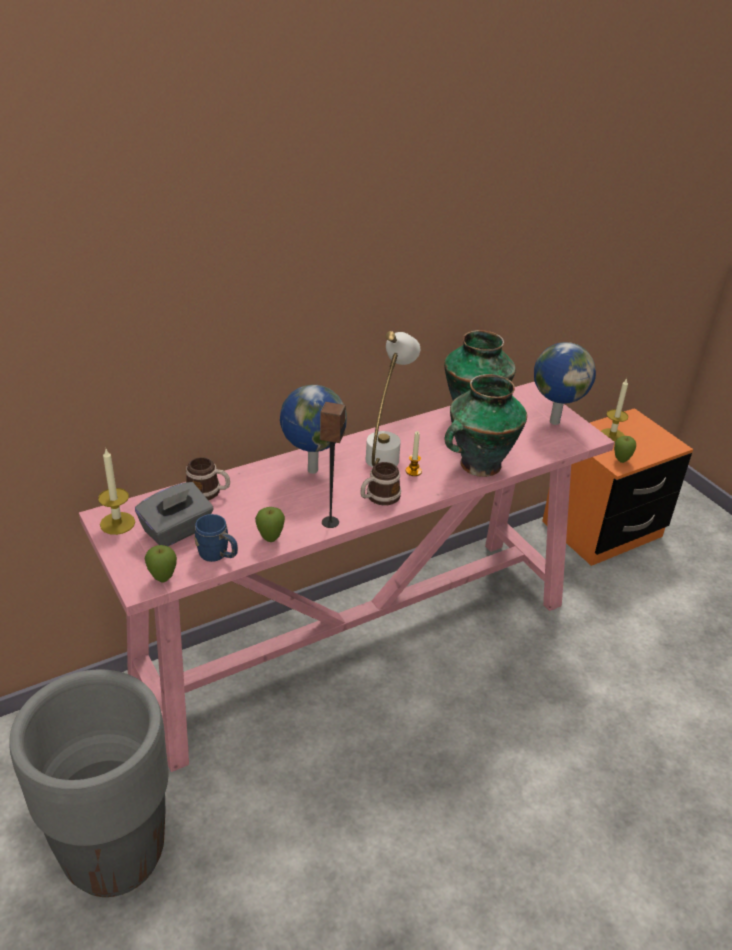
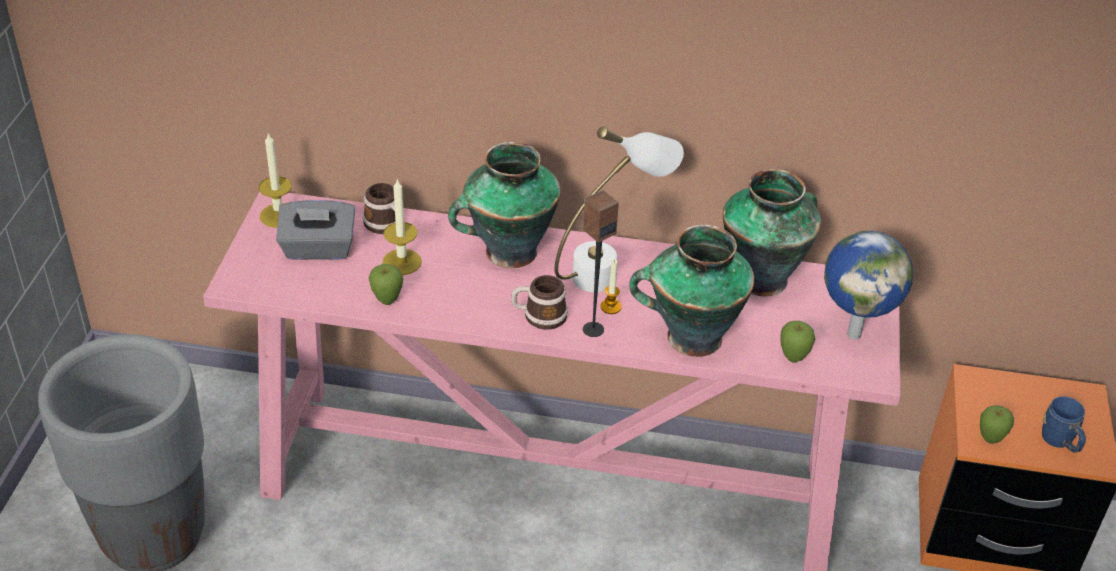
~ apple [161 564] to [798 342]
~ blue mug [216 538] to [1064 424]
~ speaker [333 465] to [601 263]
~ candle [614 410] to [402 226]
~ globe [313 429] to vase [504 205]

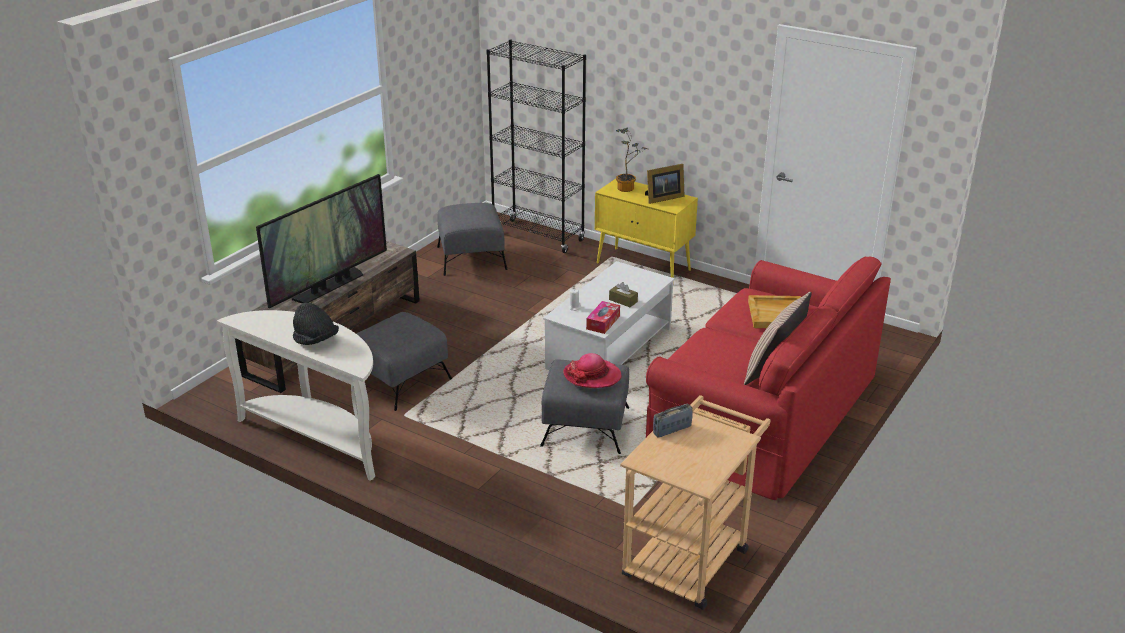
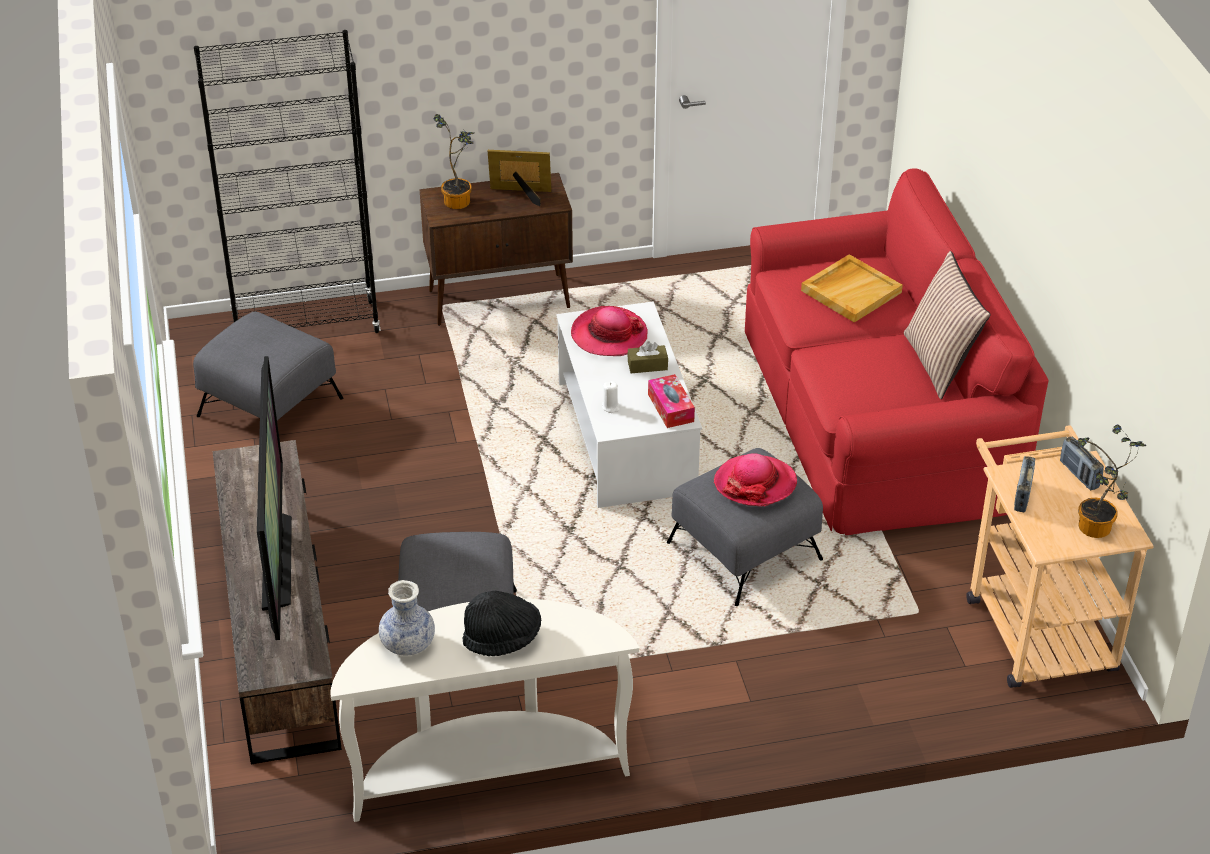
+ vase [407 618]
+ hat [609 331]
+ radio [1082 463]
+ potted plant [1111 481]
~ yellow cabinet [646 228] to brown cabinet [496 249]
~ picture frame [665 184] = [520 178] 105 degrees counterclockwise

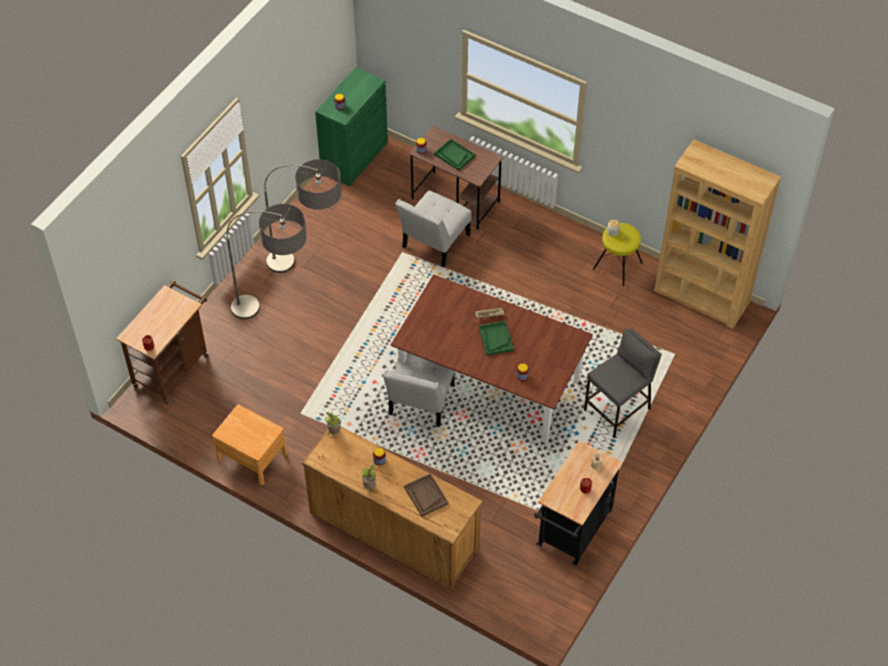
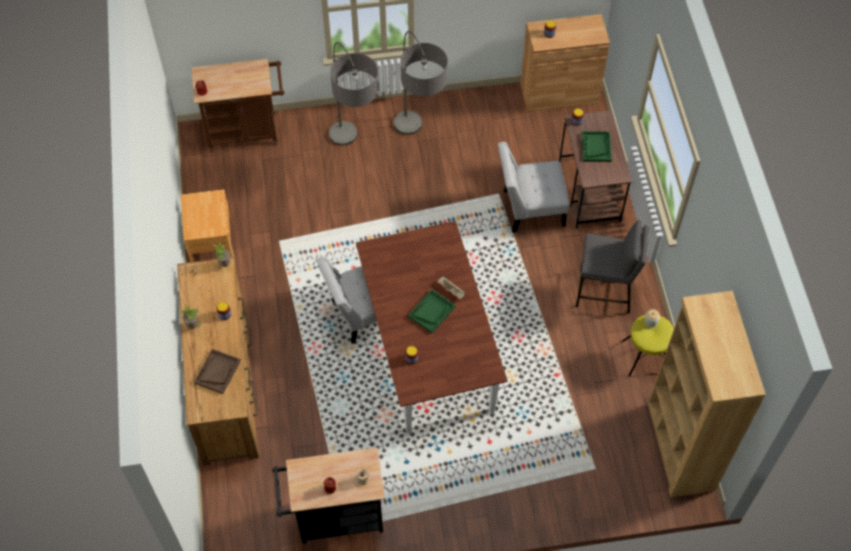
~ grey stool [623 383] to [612 267]
~ green cabinet [351 126] to brown cabinet [565 63]

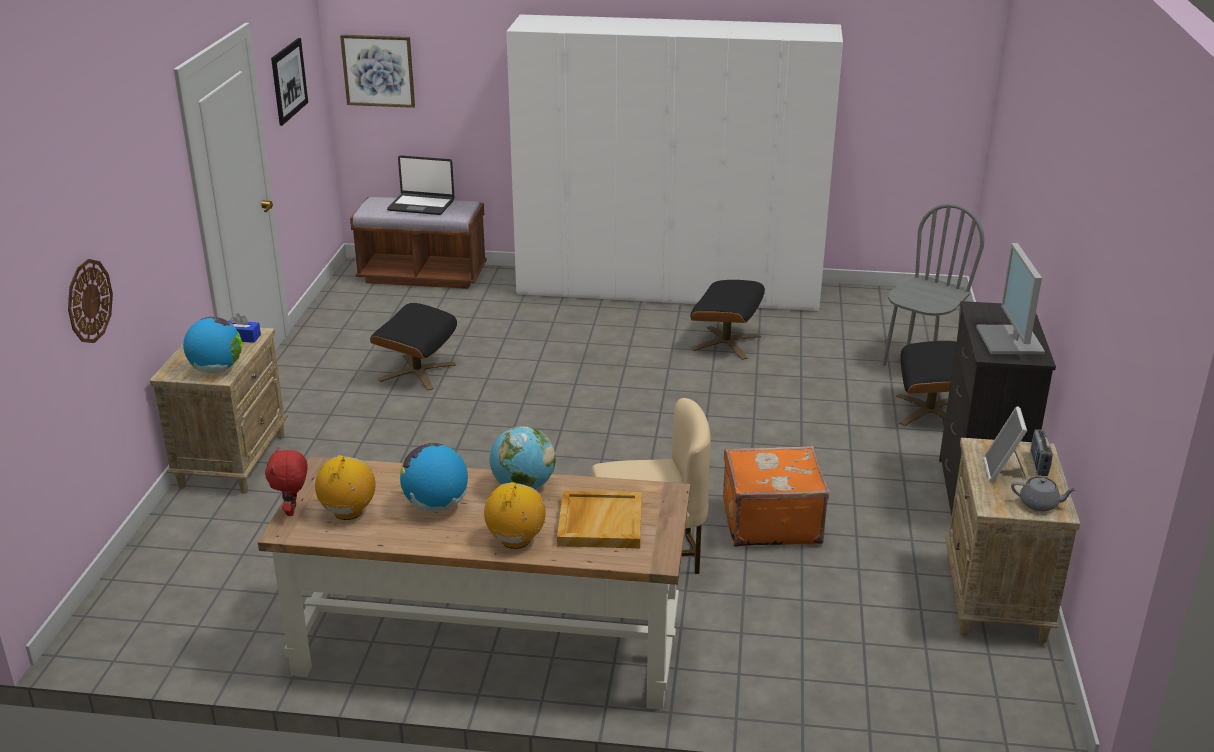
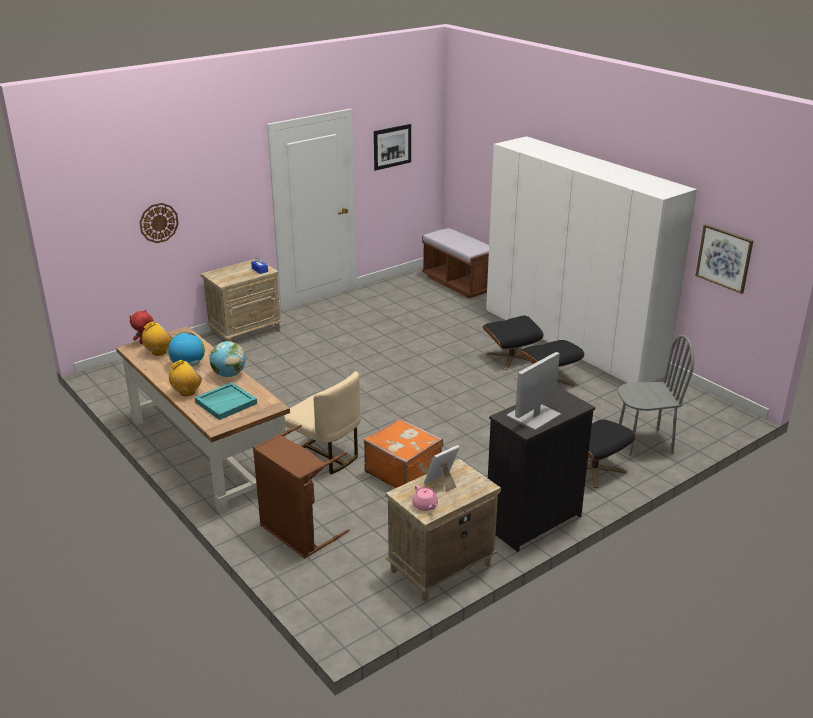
- globe [212 345]
- laptop [420 185]
- radio [1042 452]
+ brown laundry basket [301 492]
~ picture [377 71] to [724 259]
~ black ottoman [413 347] to [513 343]
~ beige tray [599 519] to turquoise tray [226 401]
~ grey teapot [1044 494] to pink teapot [425 498]

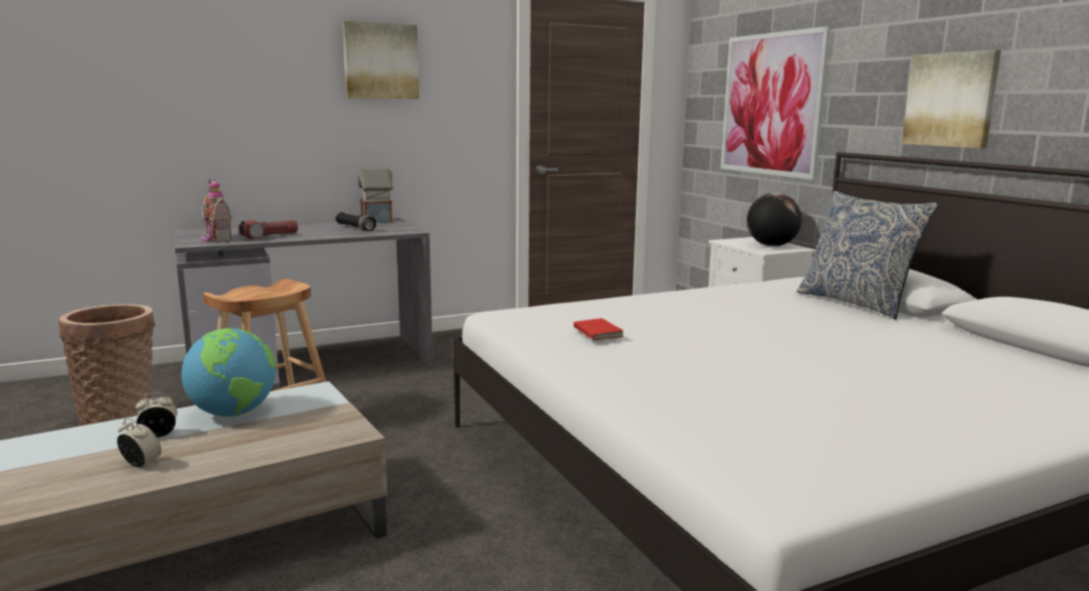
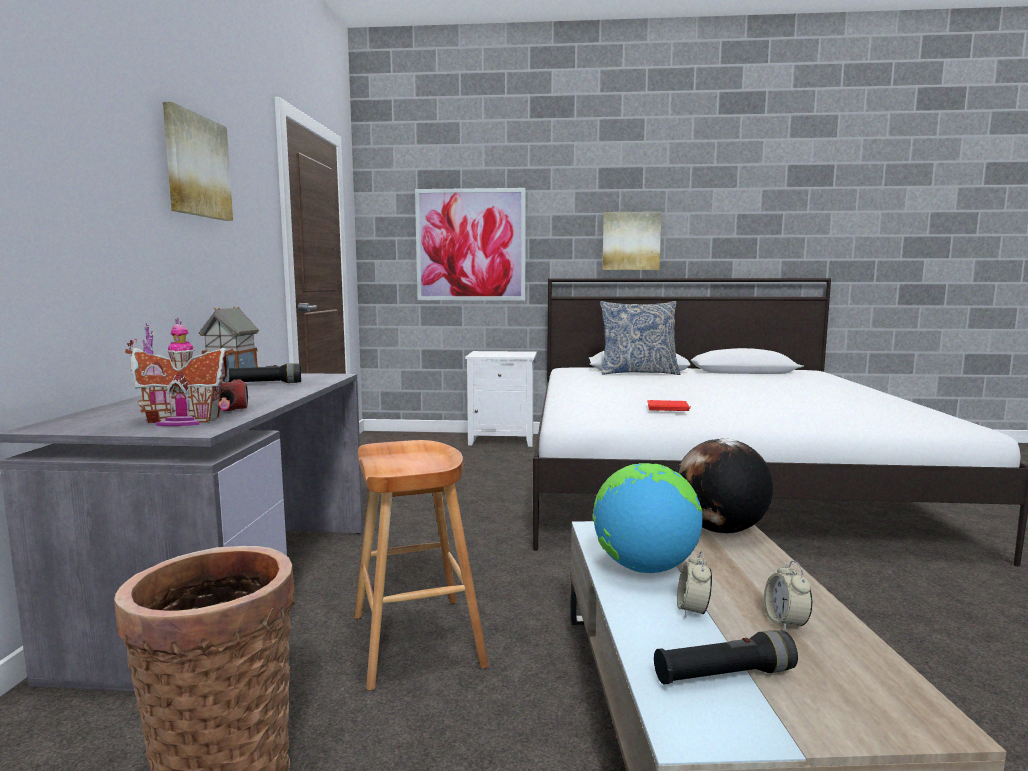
+ black flashlight [726 657]
~ globe [774 220] to [725 486]
~ alarm clock [139 442] = [788 596] 60 degrees counterclockwise

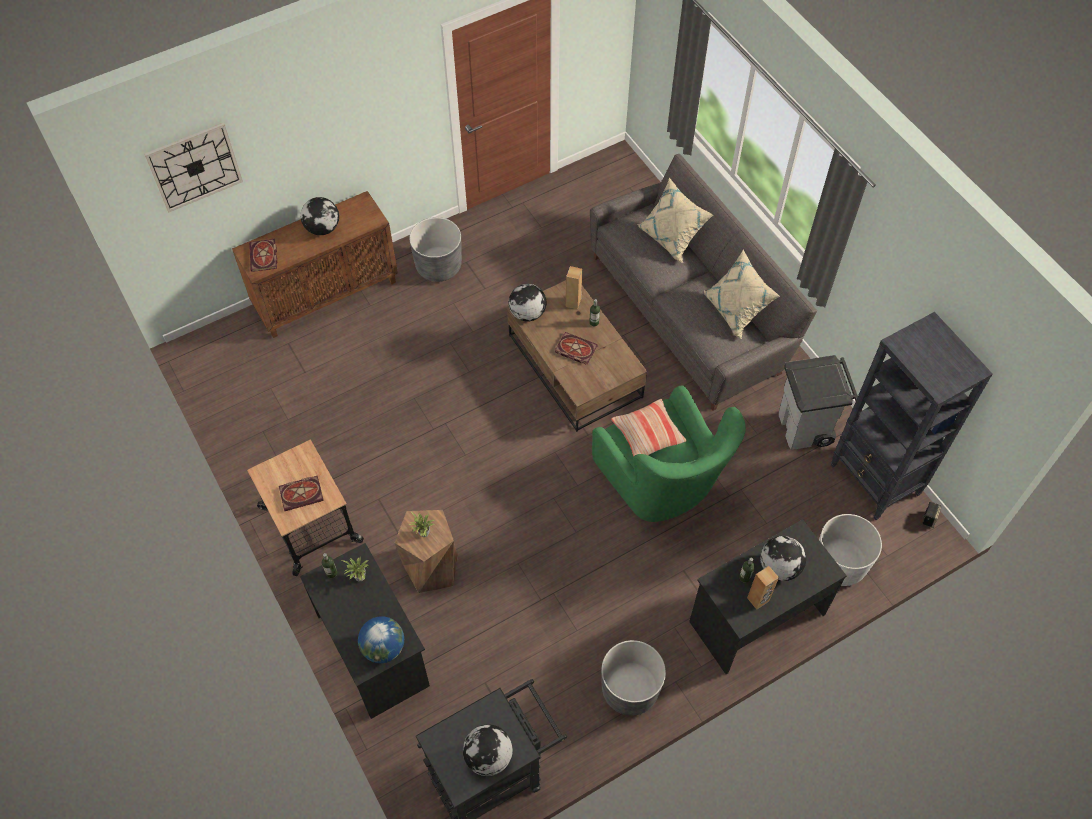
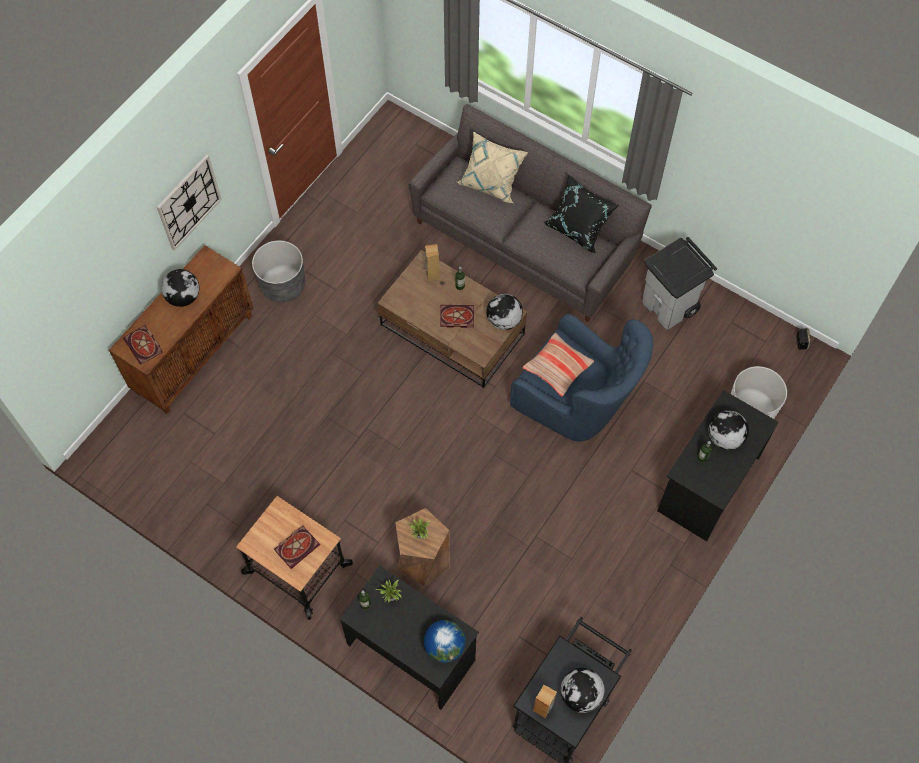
- grey planter [633 678]
- black bookcase [912 416]
~ wall clock [193 167] to [189 202]
~ globe [528 302] to [504 312]
~ brown speaker [763 588] to [545 701]
~ green armchair [669 453] to blue armchair [581 378]
~ beige pillow [742 294] to black pillow [581 213]

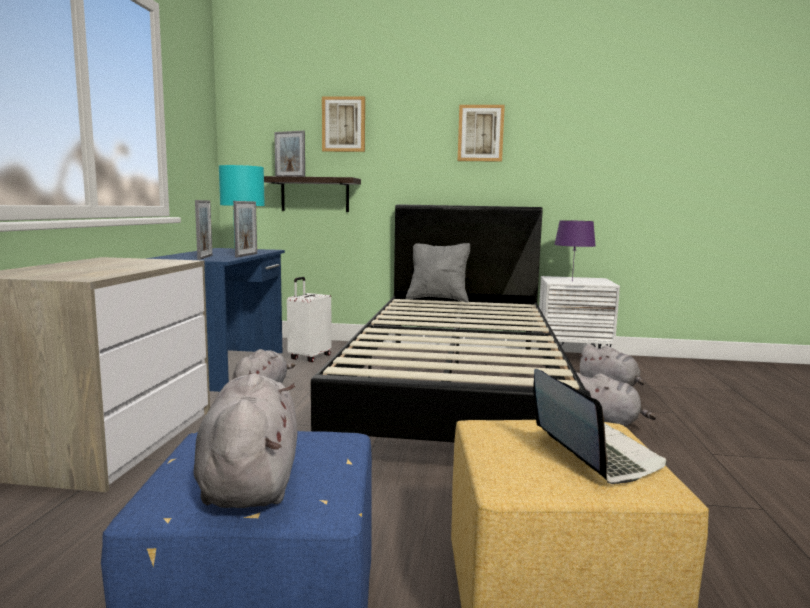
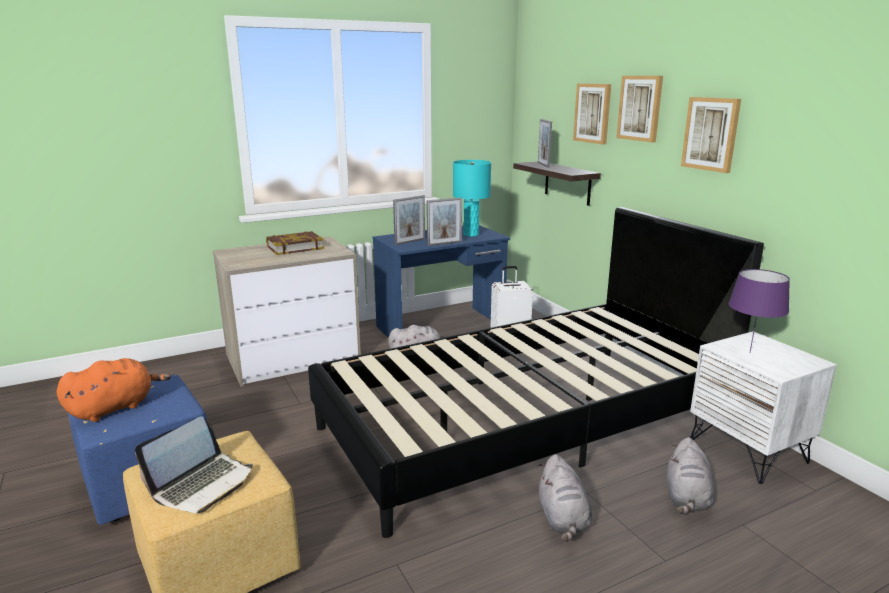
- grey pillow [438 273]
+ book [295 243]
+ picture [639 109]
~ grey plush toy [245 440] to orange plush toy [113 390]

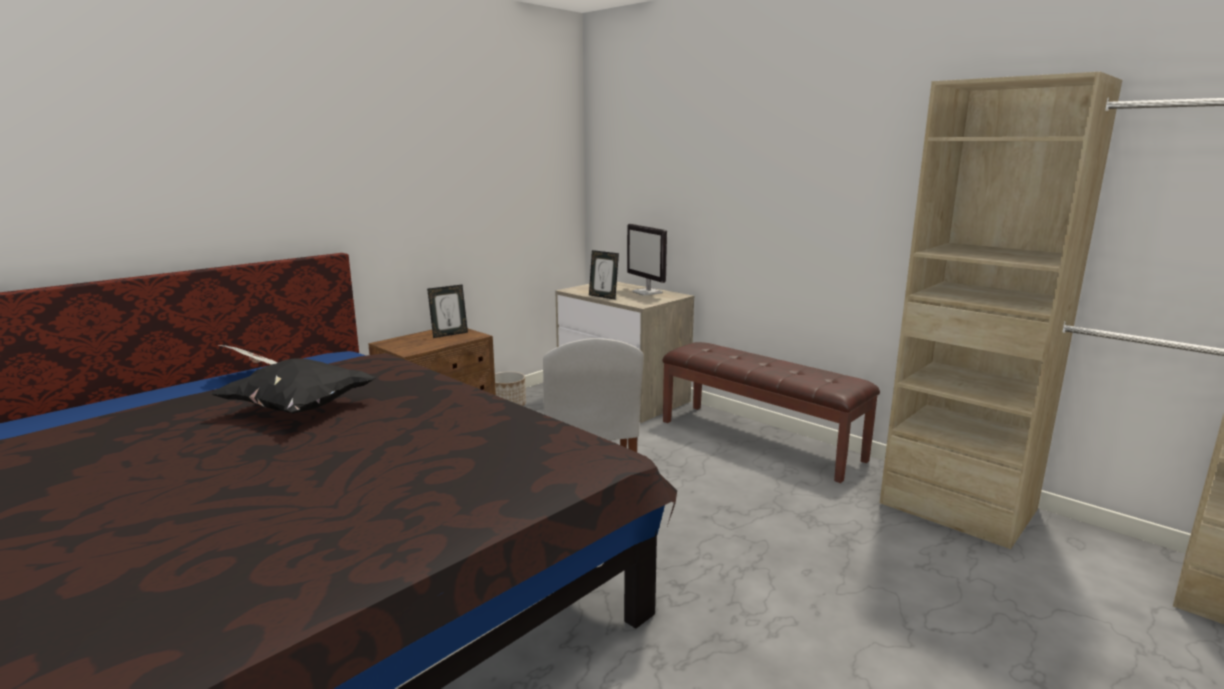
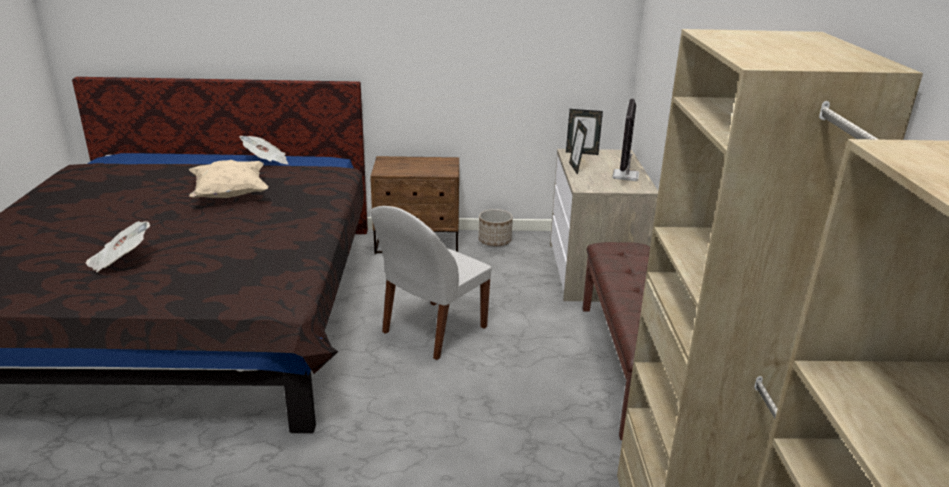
+ newspaper [118 246]
~ picture frame [447 311] to [584 132]
~ black pillow [293 386] to beige pillow [229 179]

